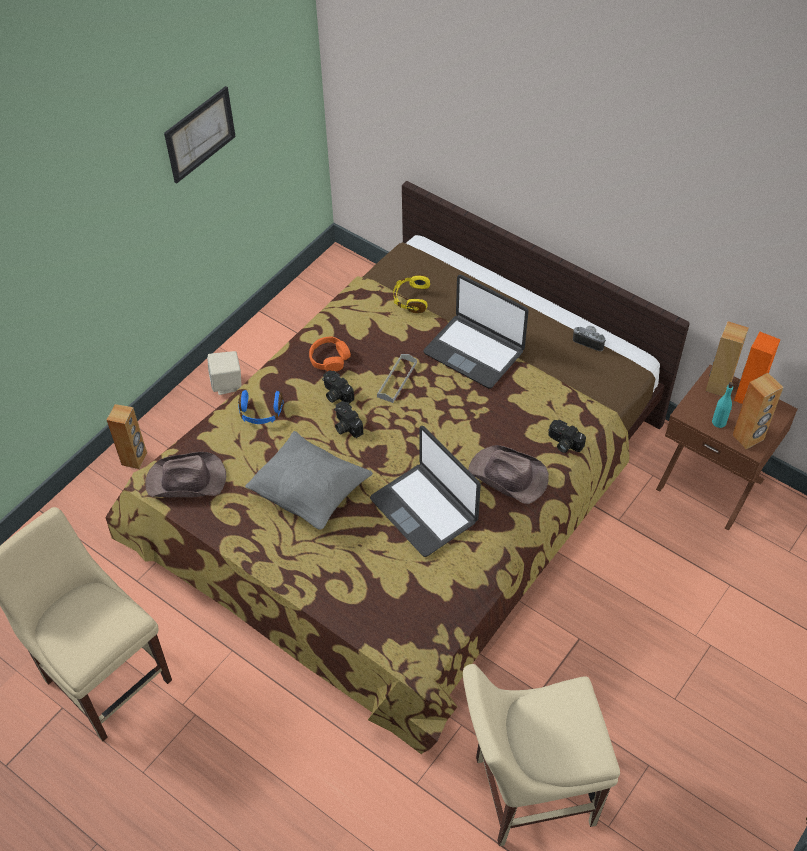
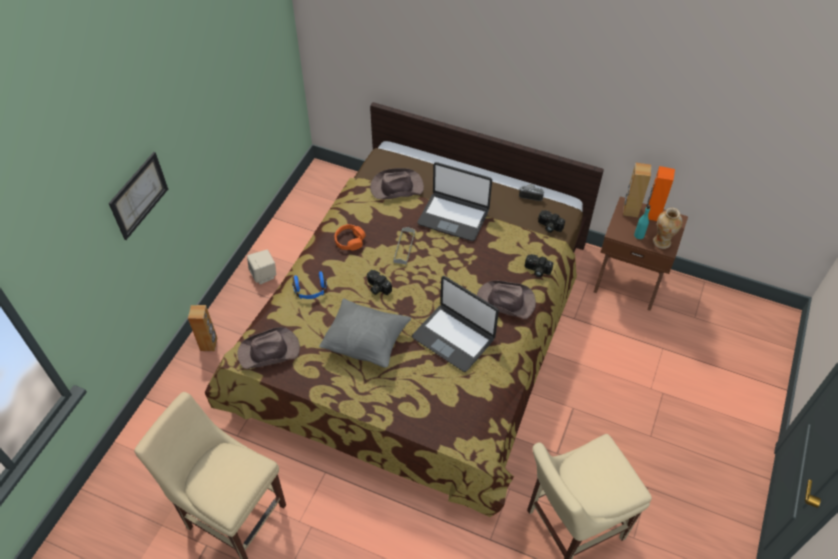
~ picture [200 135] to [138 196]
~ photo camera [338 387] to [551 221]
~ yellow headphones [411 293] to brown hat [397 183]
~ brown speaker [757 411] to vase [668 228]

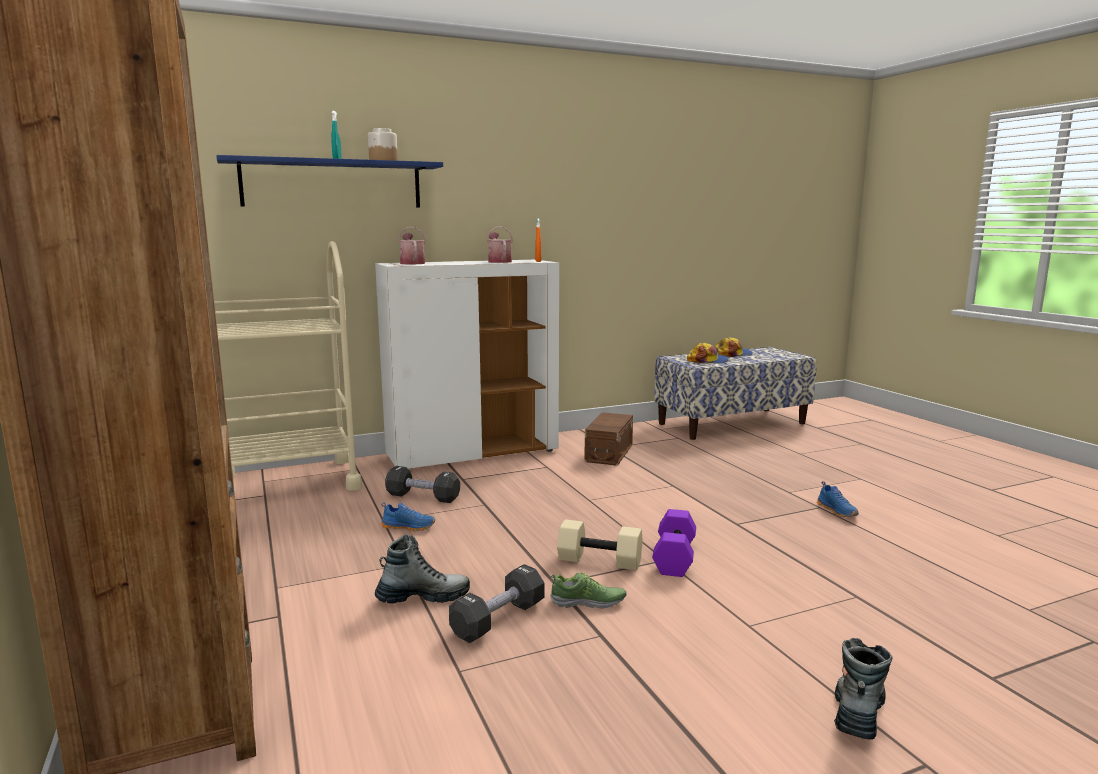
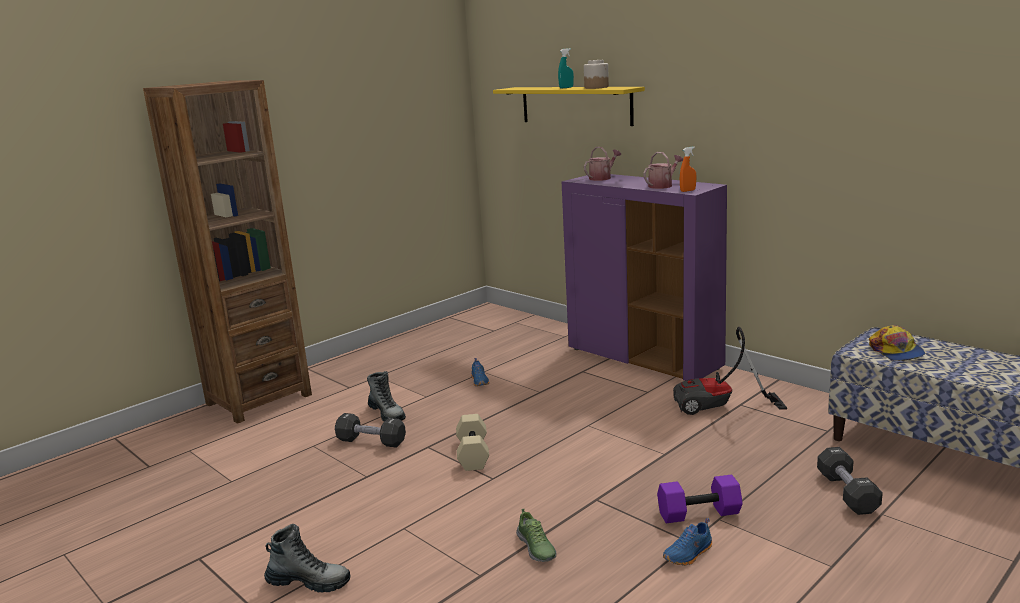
- beige cart [288 366]
- cap [734 347]
~ black dumbbell [422 484] to [850 481]
~ shoe [588 591] to [536 535]
~ purple dumbbell [674 543] to [700 498]
~ brown storage box [608 439] to vacuum cleaner [730 371]
~ blue shelf [329 181] to yellow shelf [569 106]
~ white cabinet [467 364] to purple cabinet [644 277]

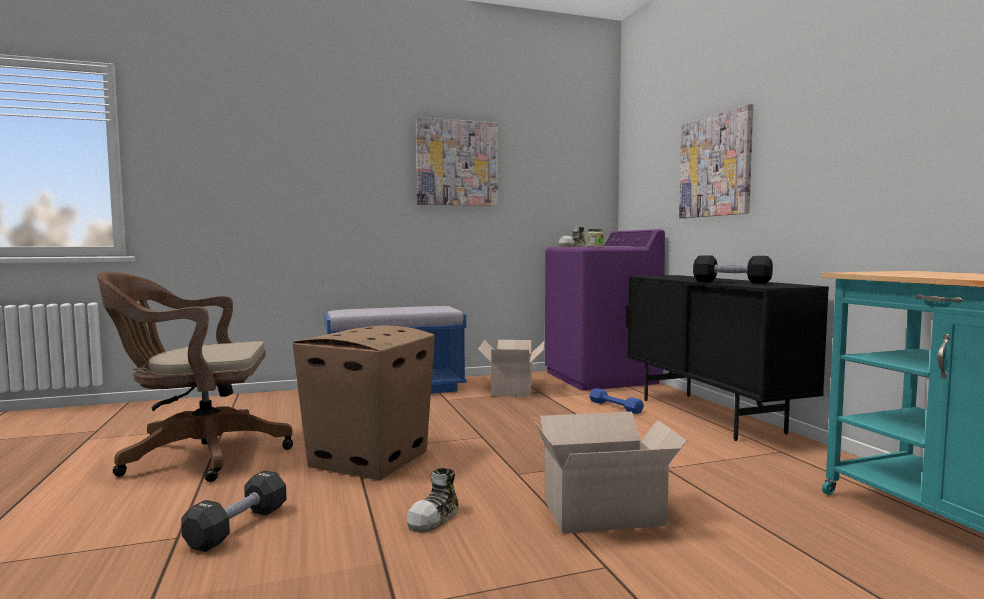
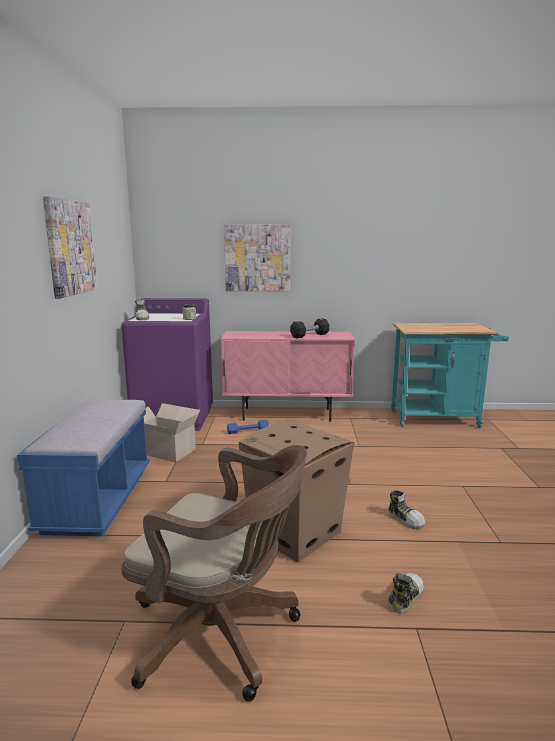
- cardboard box [611 473]
~ black dumbbell [234 511] to shoe [406 592]
~ black cabinet [727 358] to pink cabinet [288 376]
~ brown office chair [195 377] = [214 573] 75 degrees counterclockwise

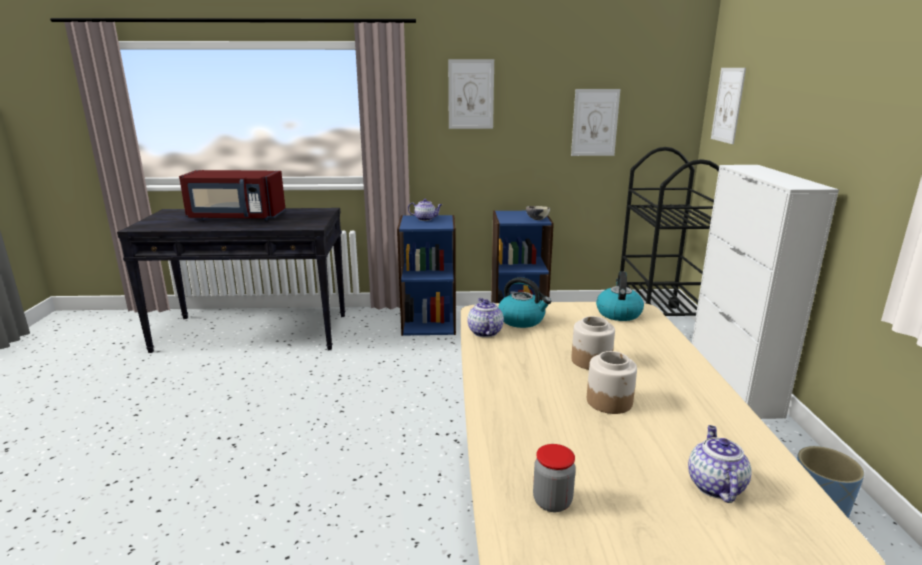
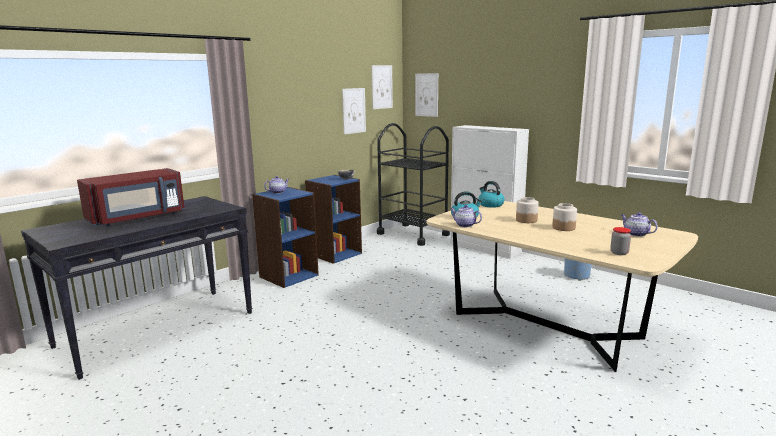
~ picture [471 94] to [382 87]

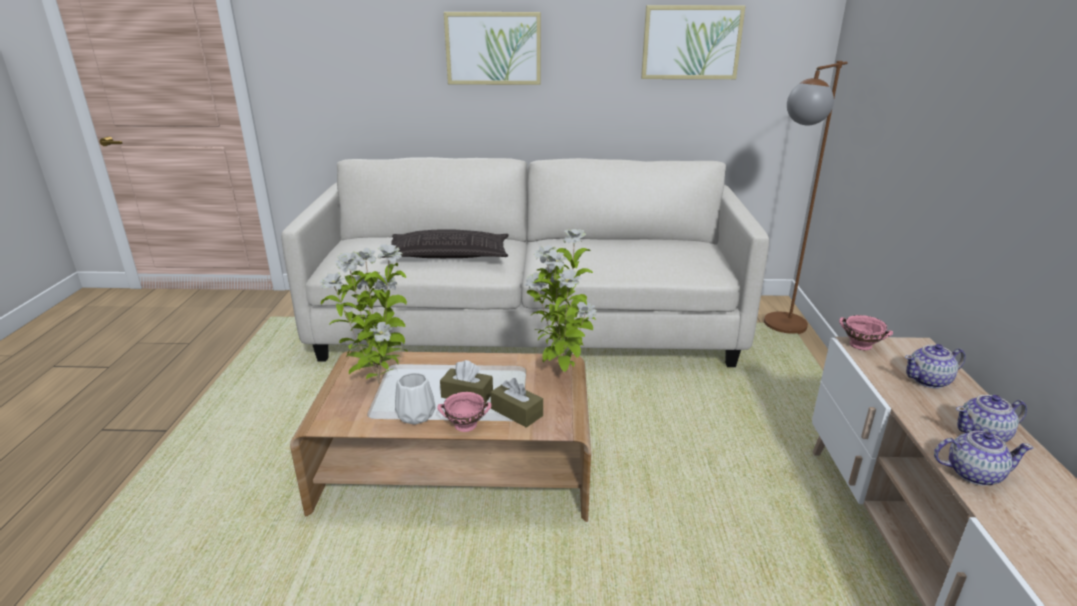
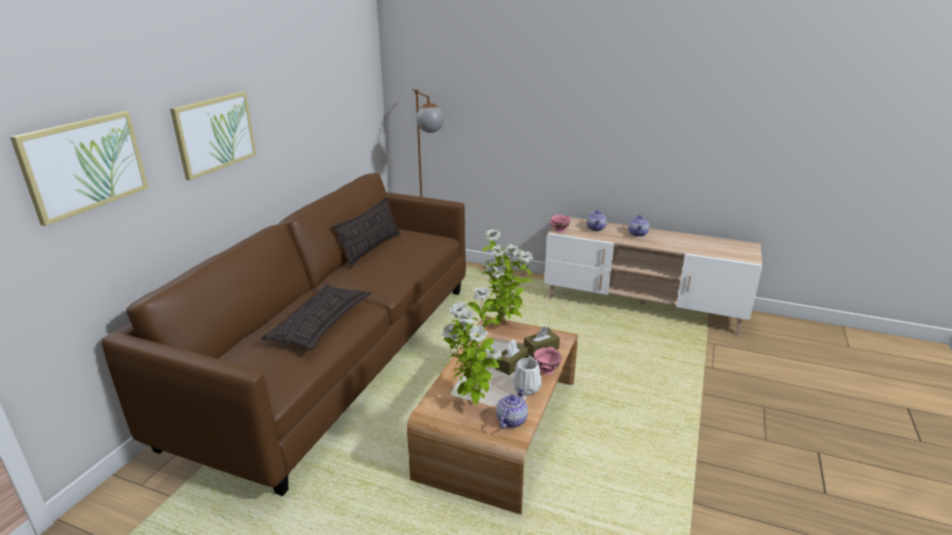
+ pillow [367 232]
~ picture [693 42] to [79 168]
~ teapot [983 458] to [512 408]
~ white sofa [525 262] to brown sofa [284 334]

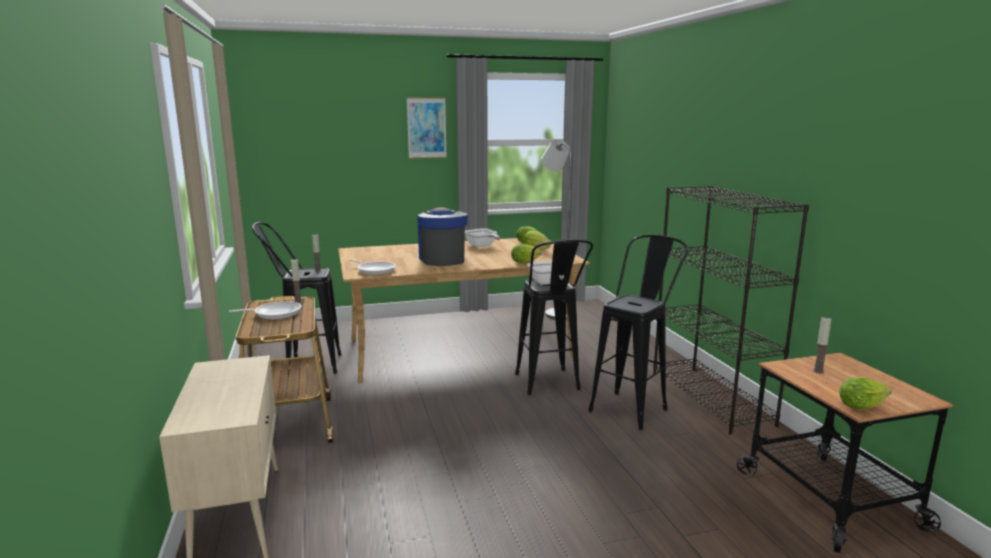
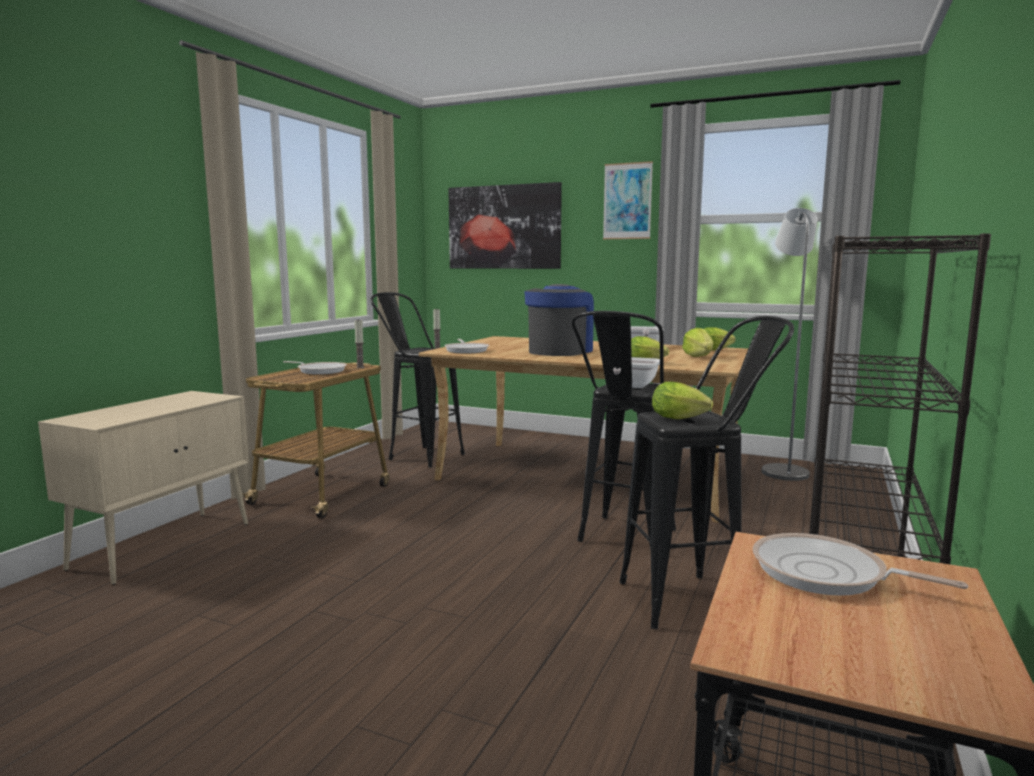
+ picture [505 225]
~ lettuce [865 393] to [682 400]
~ candle [822 345] to frying pan [860 564]

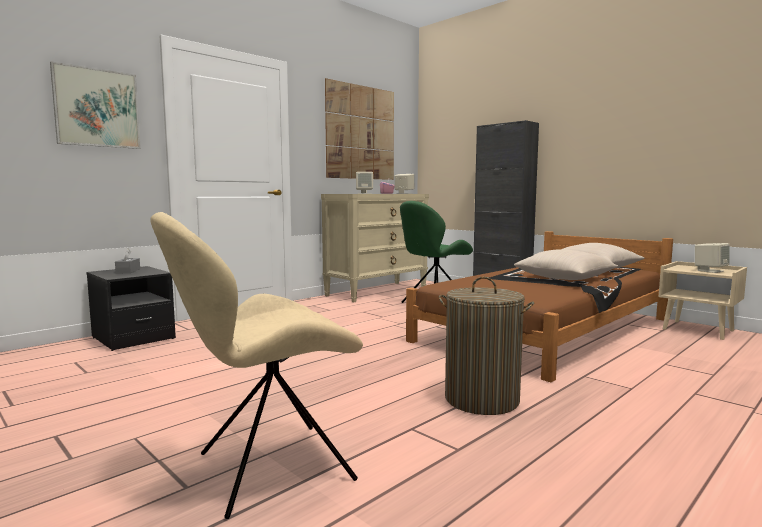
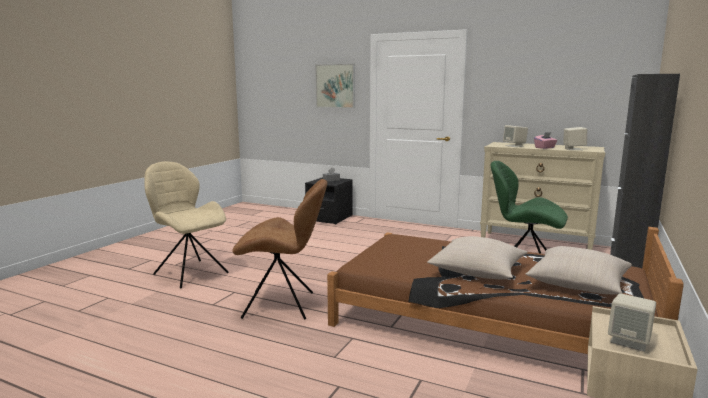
- picture [359 129]
~ laundry basket [486 346] to brown chair [279 249]

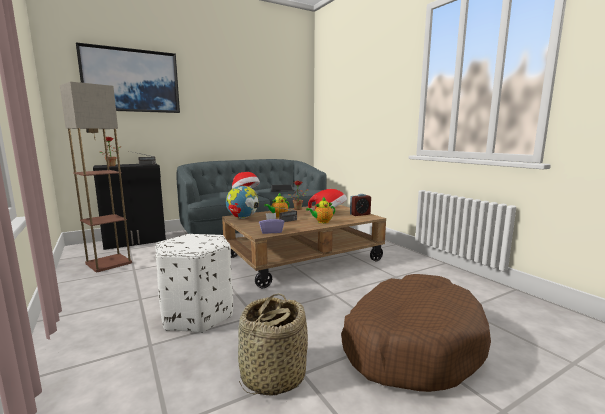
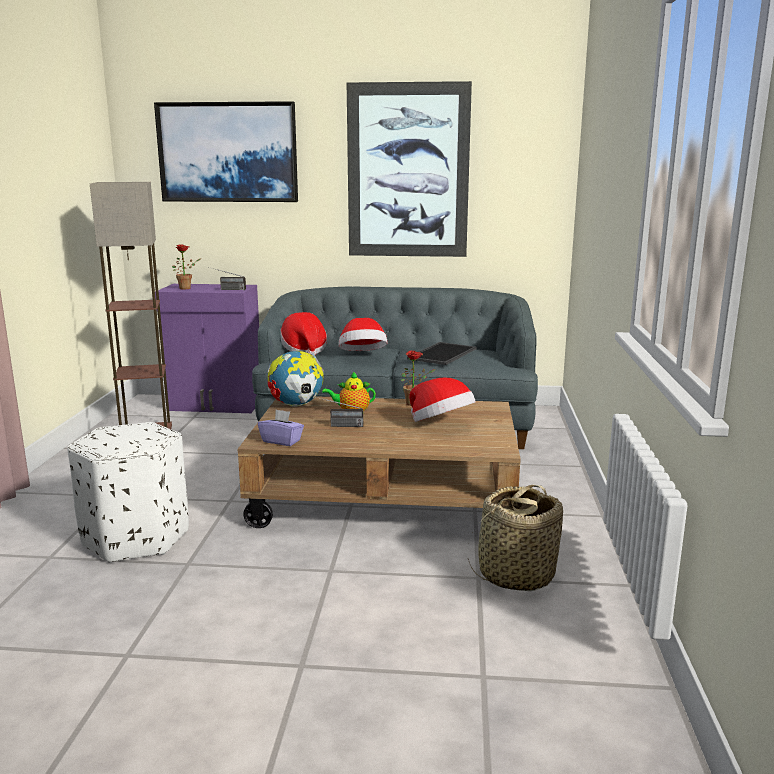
- teapot [320 210]
- brown dog bed [416 333]
- alarm clock [360 205]
+ hat [303 334]
+ picture [409 169]
~ basket [273 344] to [515 538]
~ black cabinet [129 207] to purple cabinet [207 348]

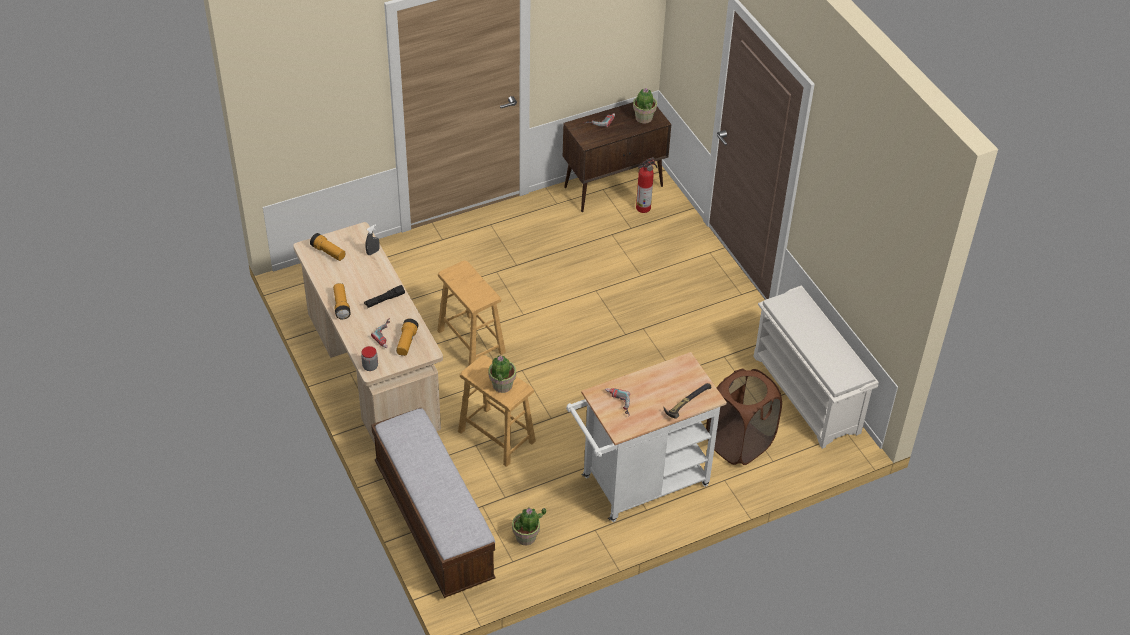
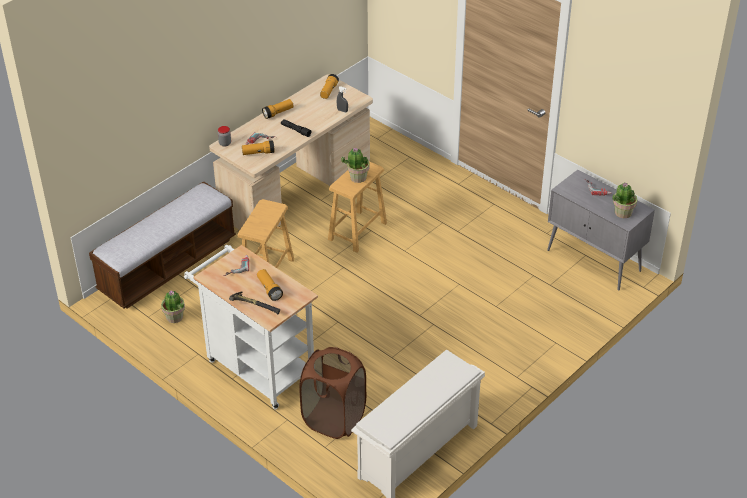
- fire extinguisher [646 185]
+ flashlight [270 285]
~ potted plant [502 374] to [355 165]
~ brown cabinet [617 157] to grey cabinet [601 230]

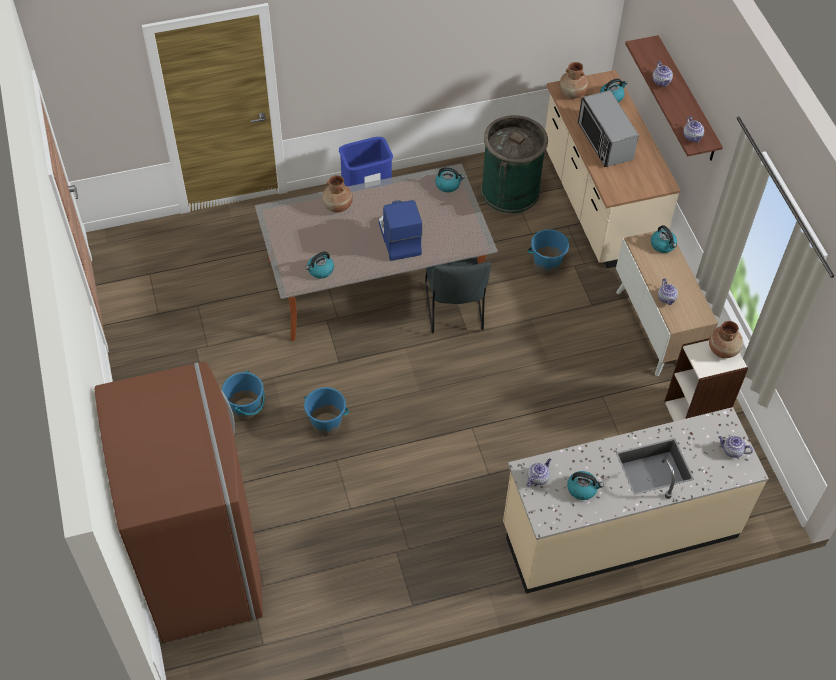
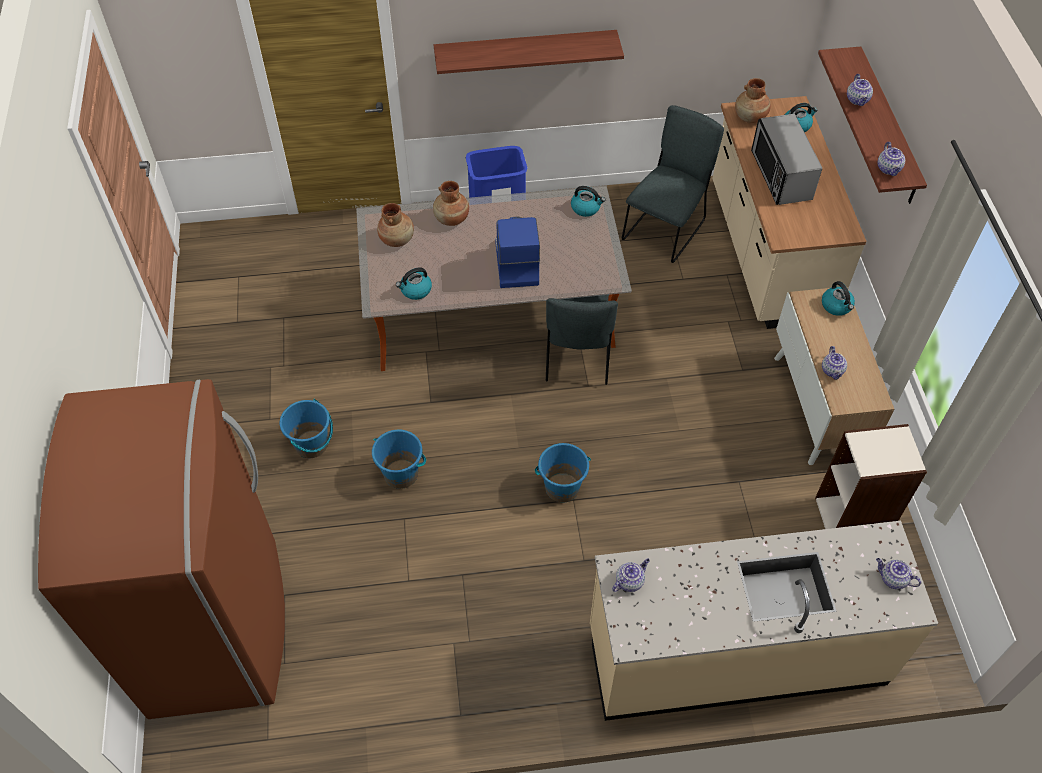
- kettle [585 485]
+ shelf [529 52]
~ blue bucket [548 252] to [563 473]
~ brown vase [726 339] to [395 225]
~ green trash can [514 164] to grey chair [673 184]

